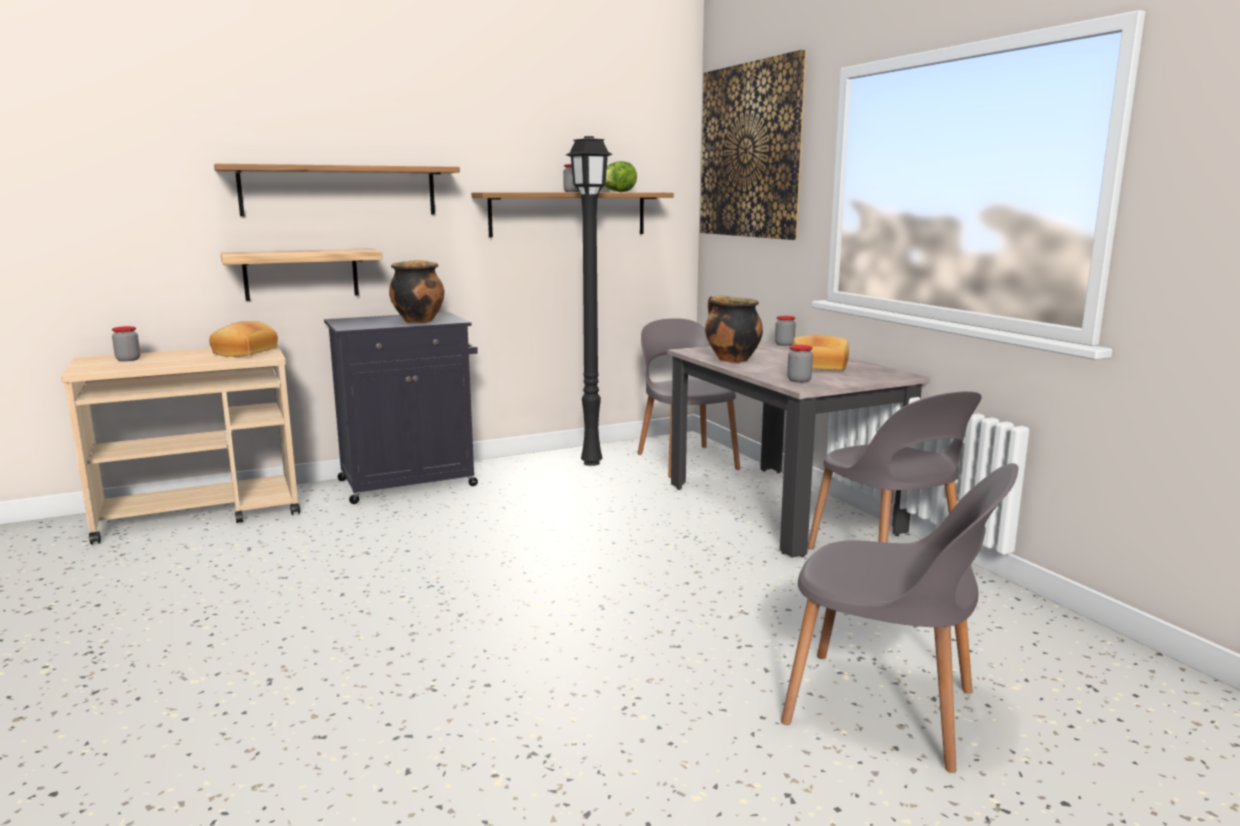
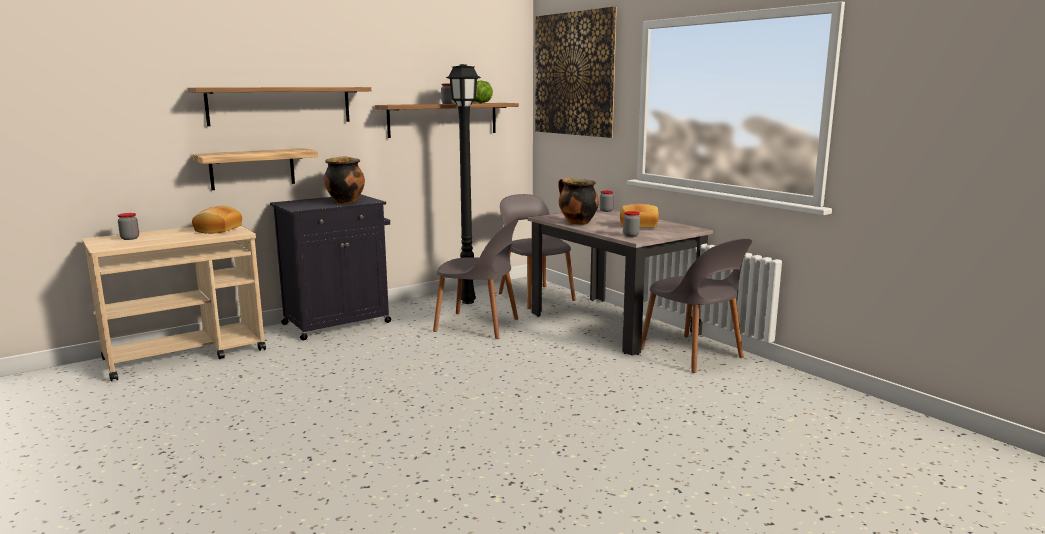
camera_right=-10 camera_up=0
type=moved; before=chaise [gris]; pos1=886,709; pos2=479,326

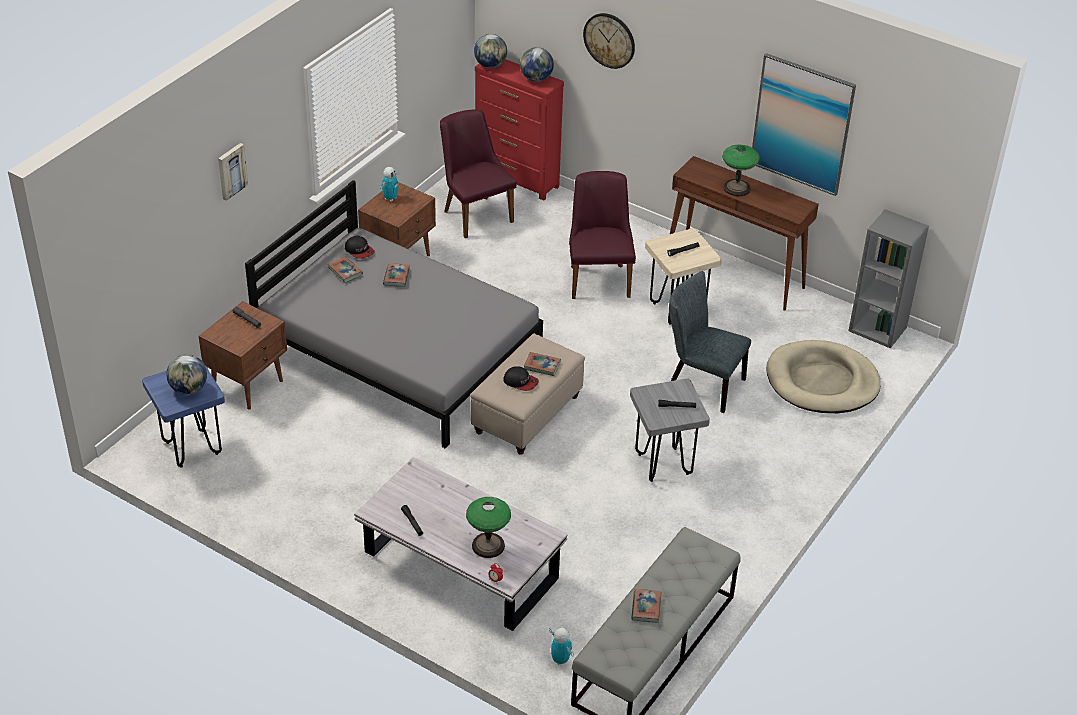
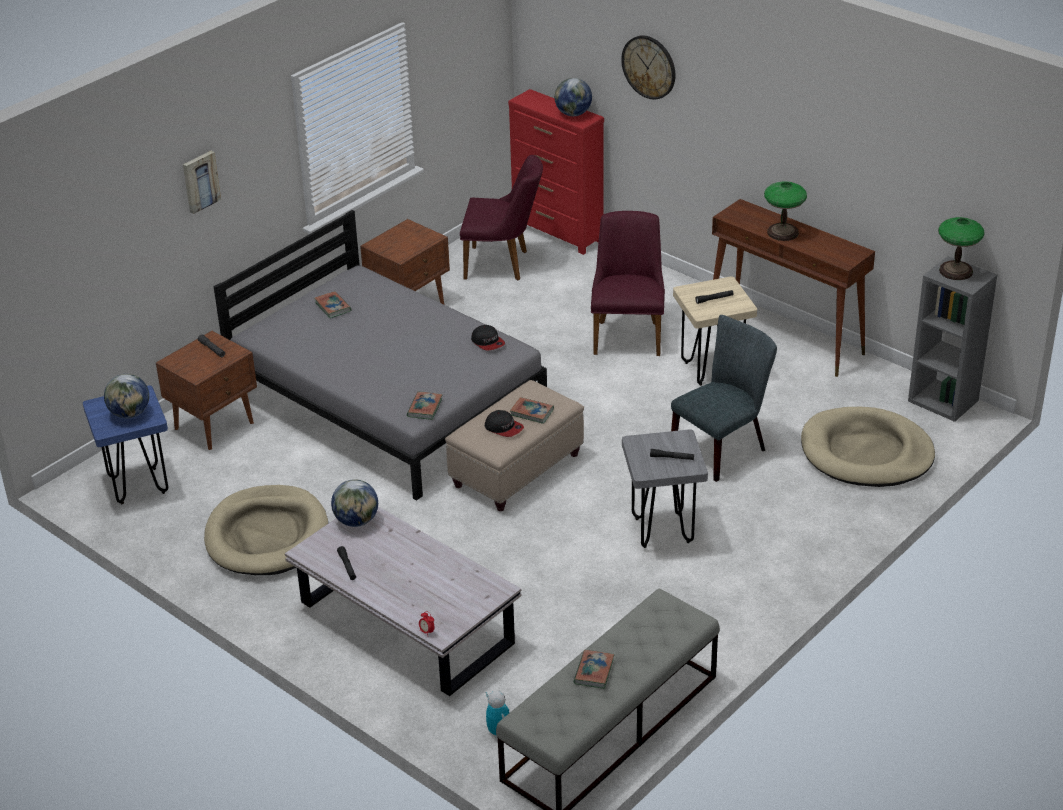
camera_right=10 camera_up=-5
type=moved; before=globe; pos1=490,65; pos2=356,521
type=removed; before=tableau; pos1=802,124
type=turned; before=chaise [violet]; pos1=474,213; pos2=503,264; turn=120
type=removed; before=robot jouet; pos1=390,198
type=moved; before=casquette; pos1=359,251; pos2=488,342
type=moved; before=livre; pos1=396,277; pos2=425,408
type=turned; before=chaise [gris]; pos1=700,384; pos2=723,448; turn=105
type=moved; before=lampe de table; pos1=488,546; pos2=955,271
type=added; after=panier pour chien [beige]; pos2=267,535

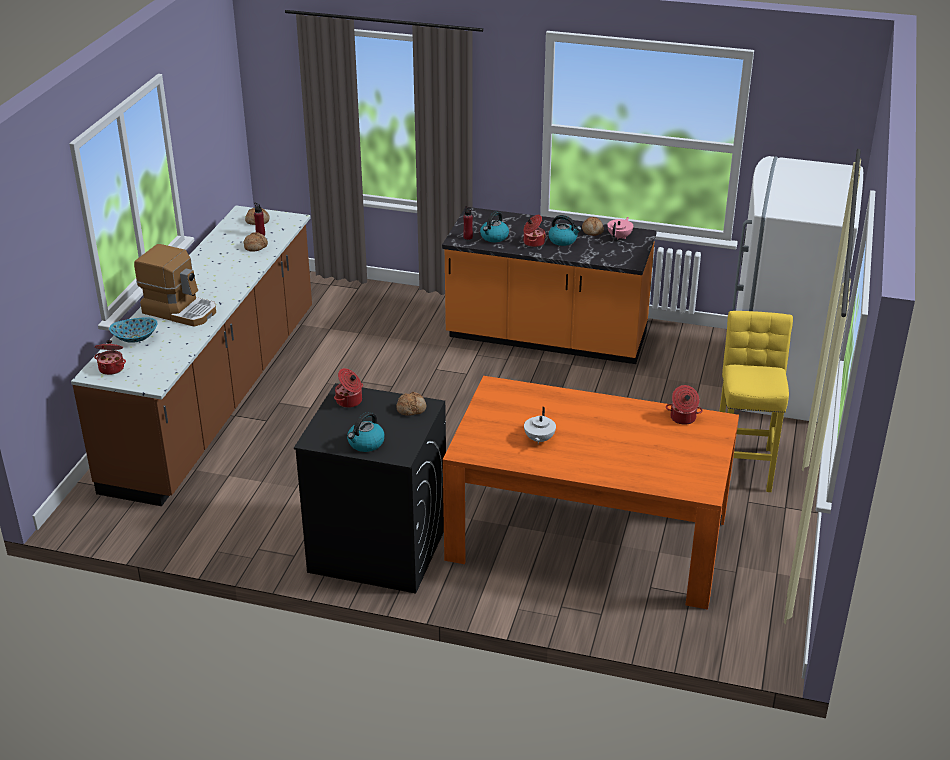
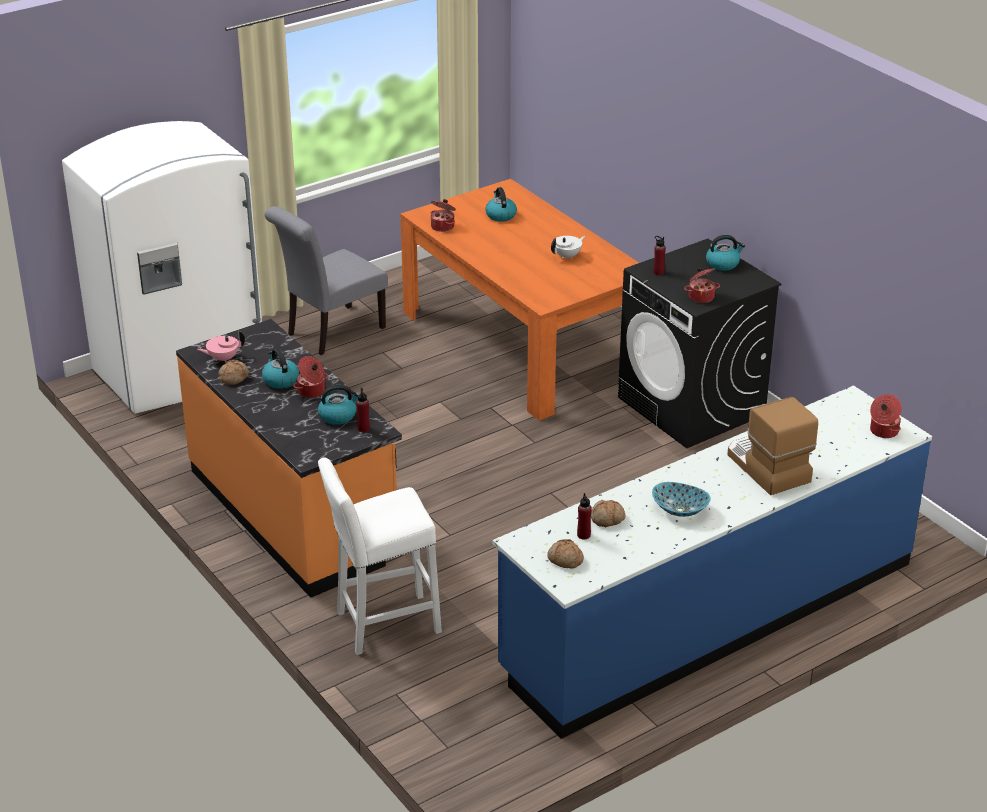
camera_right=-140 camera_up=0
type=recoloured; before=comptoir de cuisine [marron]; after=comptoir de cuisine [bleu]; pos1=216,397; pos2=709,617
type=replaced; before=tabouret [jaune]; after=chaise [gris]; pos1=744,464; pos2=330,332
type=moved; before=bol; pos1=135,338; pos2=680,510
type=replaced; before=pain; after=bouteille [rouge]; pos1=411,408; pos2=658,272
type=added; after=bouilloire; pos2=500,215
type=added; after=tabouret [blanc]; pos2=382,624

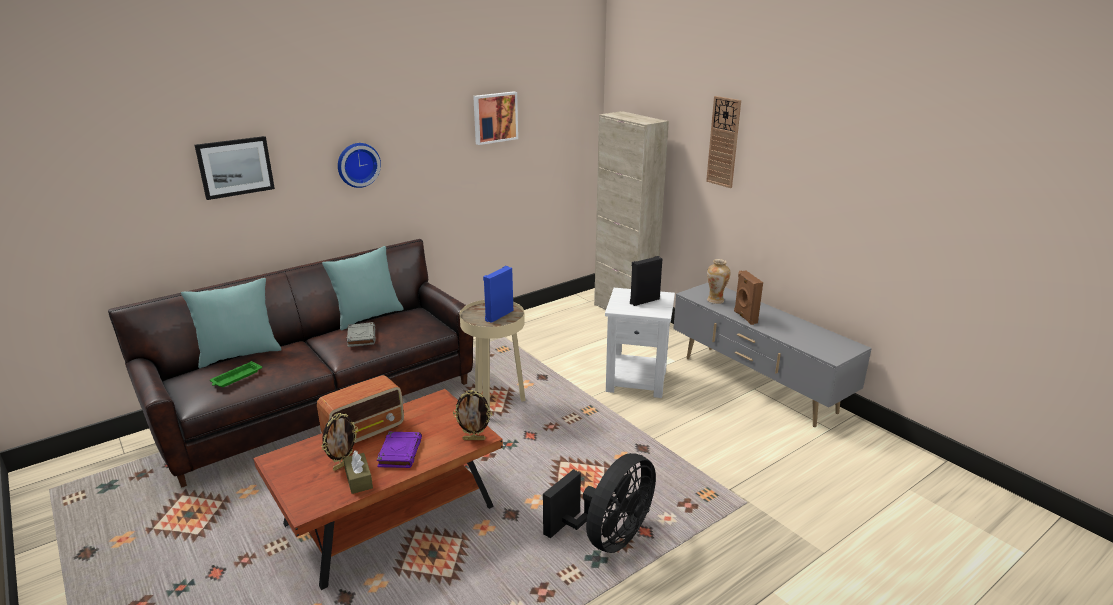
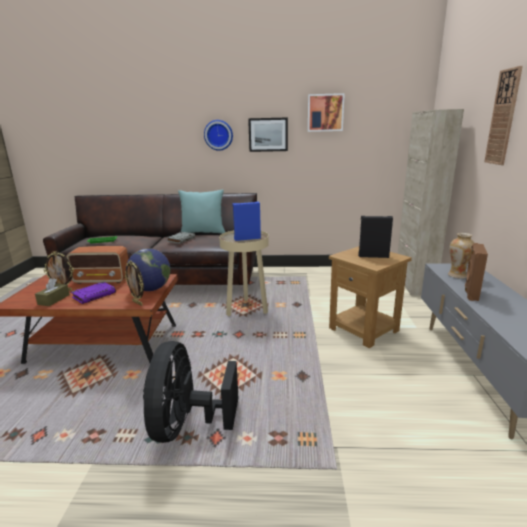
camera_right=40 camera_up=-5
type=moved; before=tableau; pos1=235,167; pos2=268,134
type=removed; before=coussin [turquoise]; pos1=239,354
type=recoloured; before=table d'appoint [blanc]; after=table d'appoint [marron]; pos1=637,380; pos2=364,329
type=turned; before=ventilateur [noir]; pos1=607,537; pos2=187,425; turn=105
type=added; after=globe; pos2=151,289

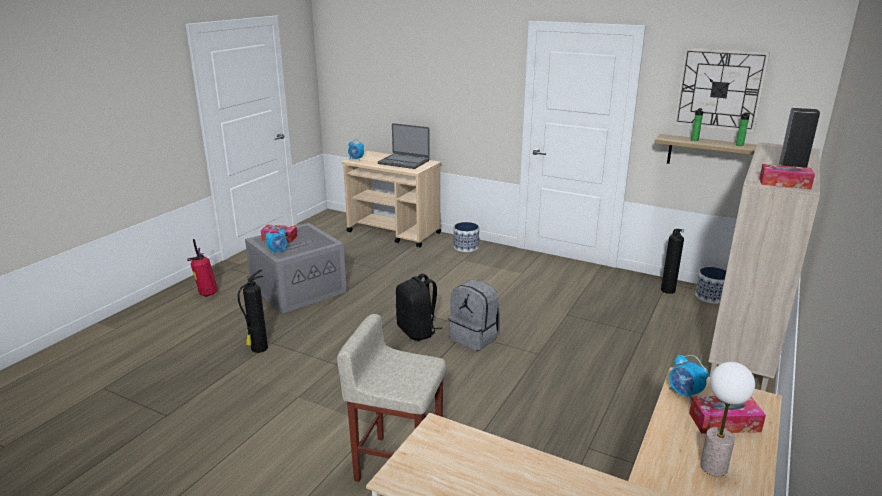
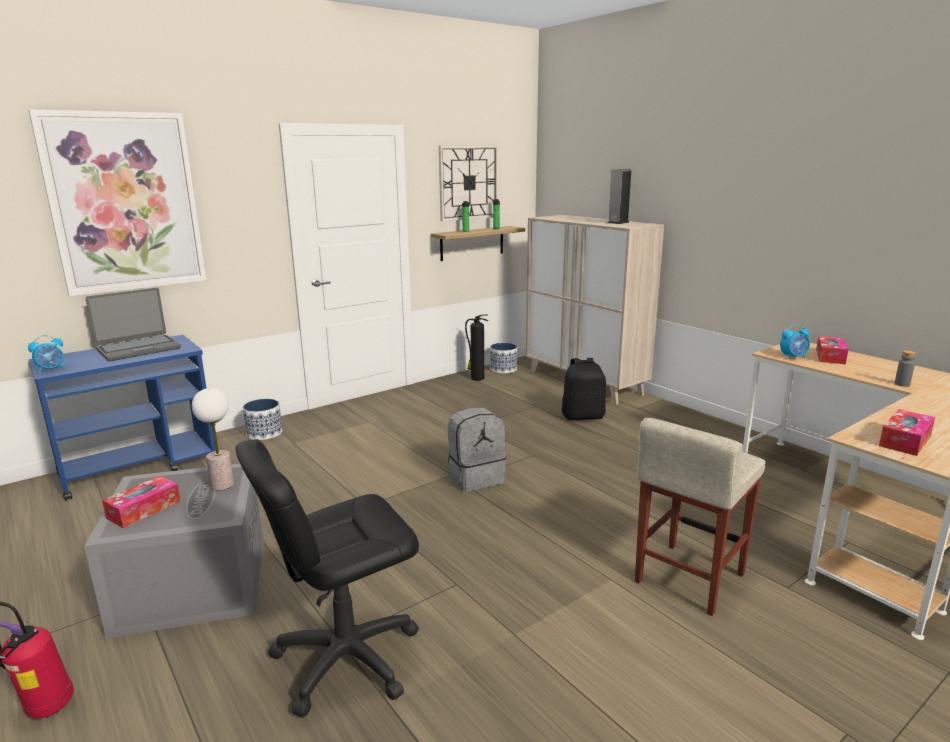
camera_right=-65 camera_up=-5
type=recoloured; before=chariot [beige]; after=chariot [bleu]; pos1=394,233; pos2=140,466
type=moved; before=boîte à mouchoirs; pos1=784,183; pos2=905,441
type=removed; before=réveil; pos1=278,251
type=replaced; before=extincteur; after=chaise de bureau [noir]; pos1=258,349; pos2=346,658
type=moved; before=sac à dos [noir]; pos1=417,331; pos2=583,416
type=moved; before=lampe de table; pos1=714,467; pos2=222,484
type=added; after=tableau; pos2=125,203
type=added; after=bouteille [gris]; pos2=902,384

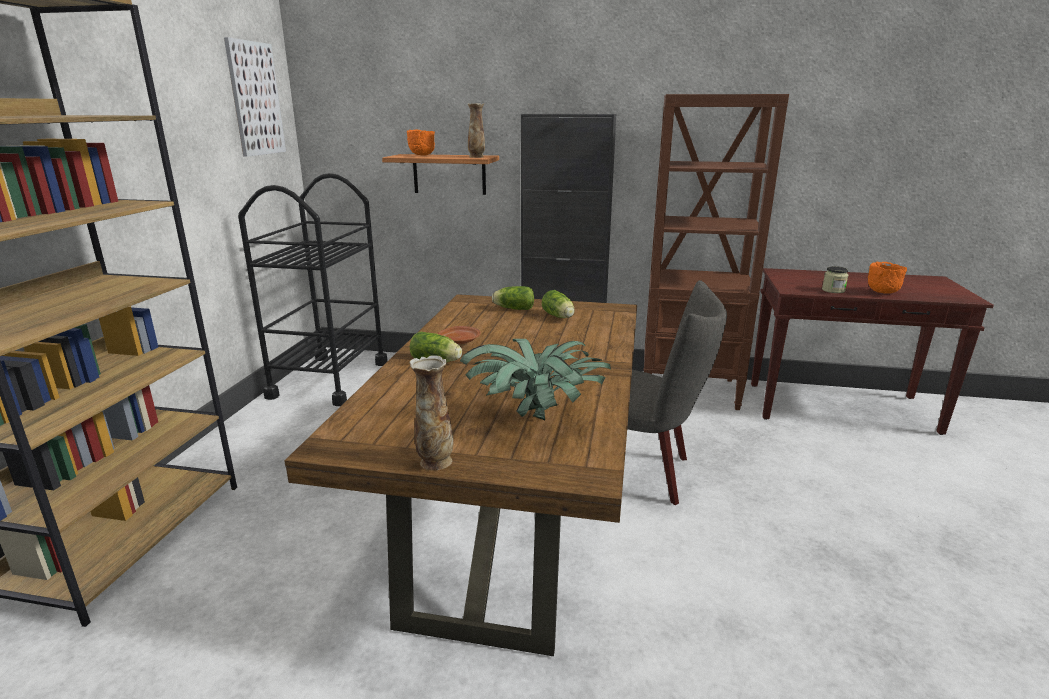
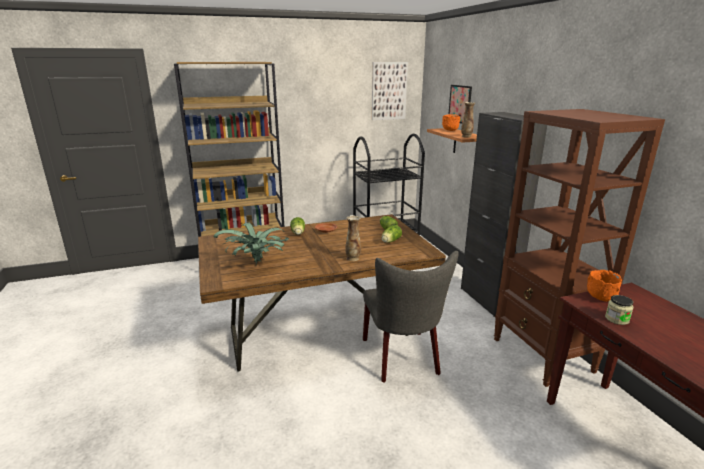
camera_right=60 camera_up=0
type=moved; before=bol [orange]; pos1=881,292; pos2=600,298
type=moved; before=vase; pos1=435,461; pos2=353,258
type=added; after=tableau; pos2=460,104

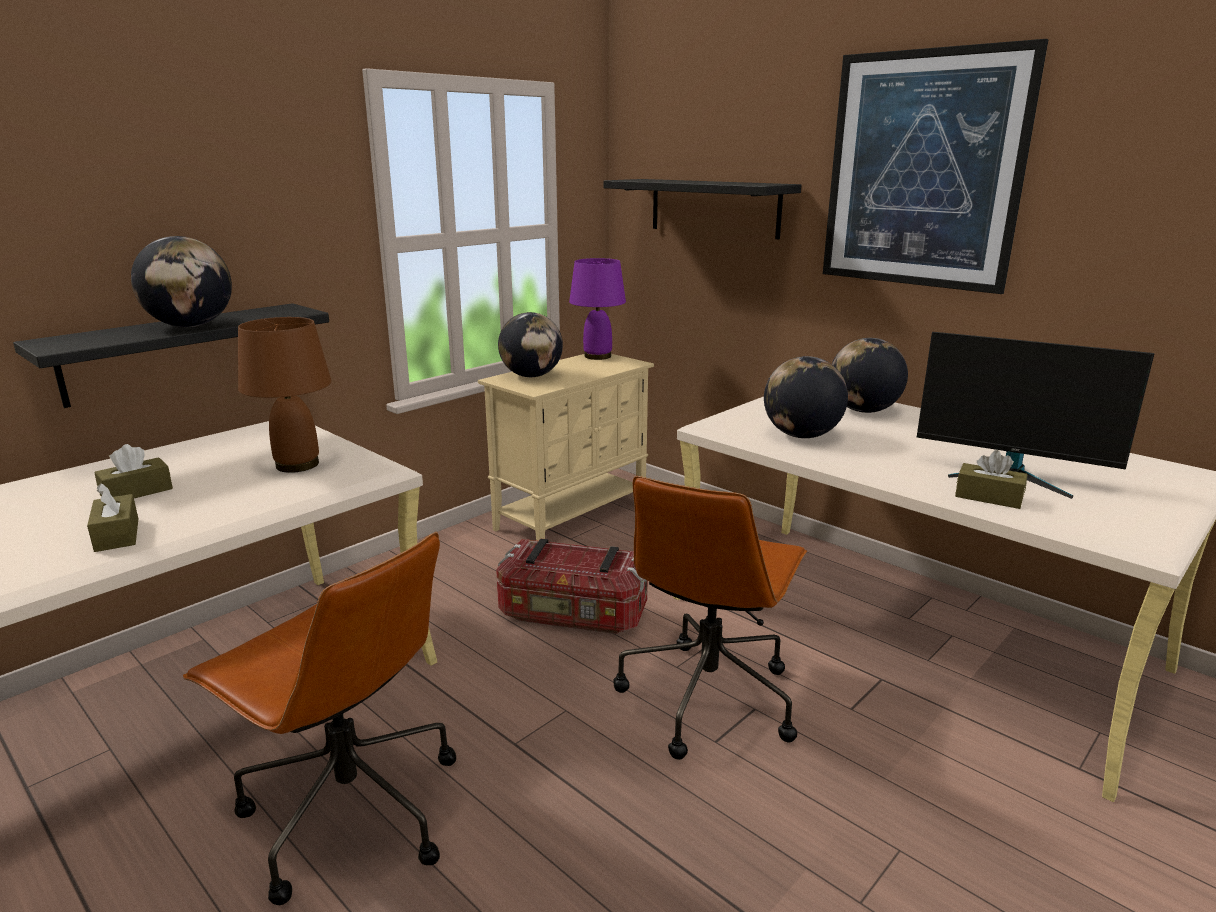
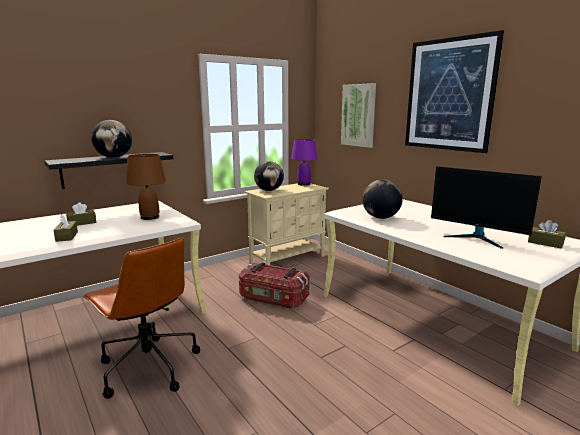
camera_right=10 camera_up=-5
type=replaced; before=étagère [noir]; after=tableau; pos1=714,207; pos2=358,115
type=removed; before=globe; pos1=863,410
type=moved; before=boîte à mouchoirs [marron]; pos1=988,497; pos2=545,243
type=removed; before=chaise de bureau [marron]; pos1=708,696

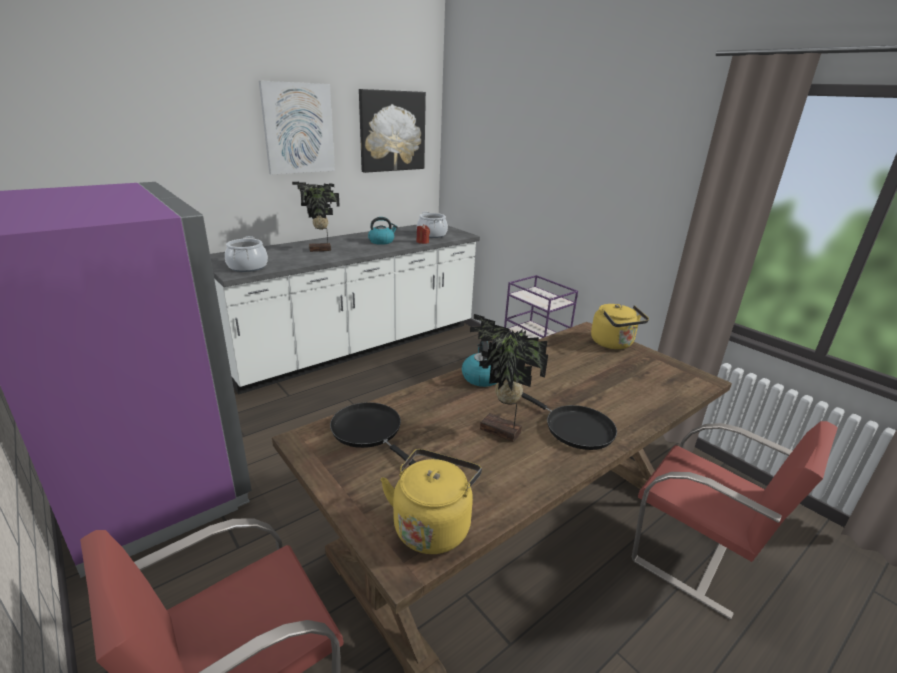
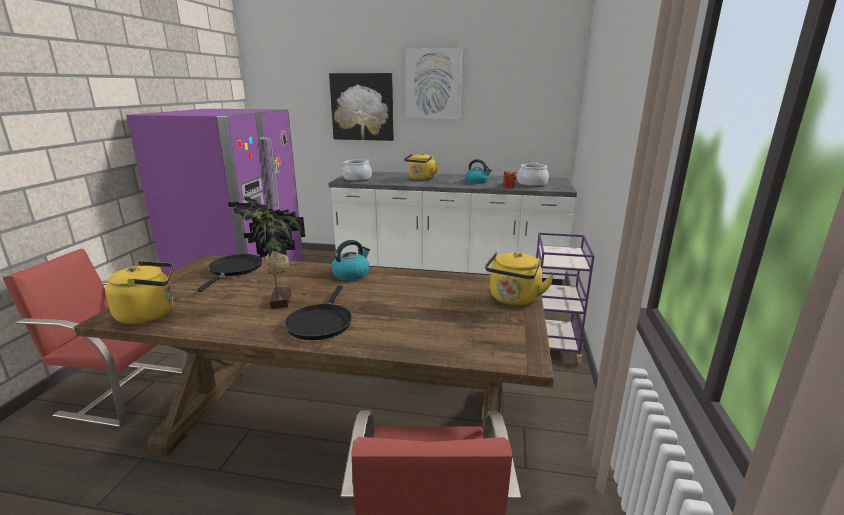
camera_right=50 camera_up=-5
type=moved; before=tableau; pos1=392,131; pos2=362,107
type=replaced; before=plante en pot; after=bouilloire [jaune]; pos1=320,250; pos2=421,179

